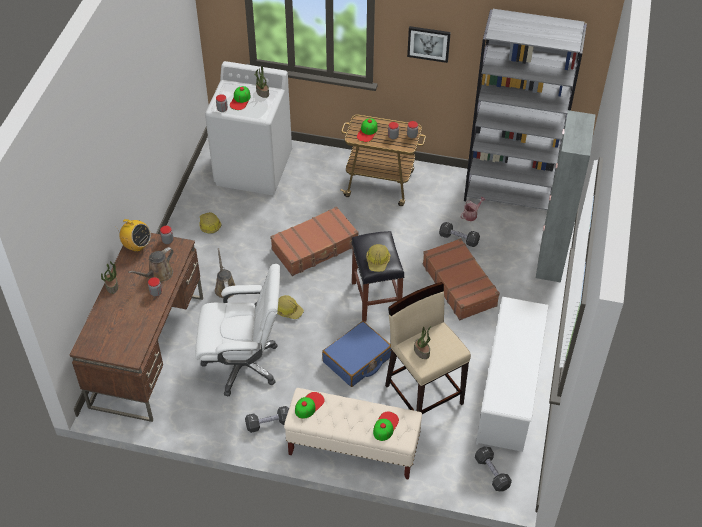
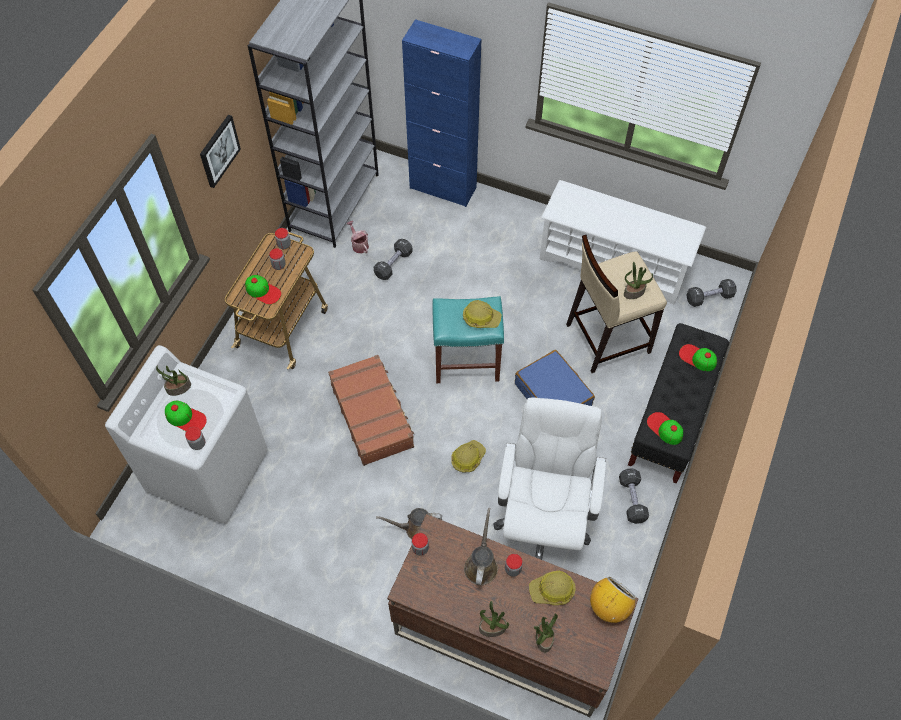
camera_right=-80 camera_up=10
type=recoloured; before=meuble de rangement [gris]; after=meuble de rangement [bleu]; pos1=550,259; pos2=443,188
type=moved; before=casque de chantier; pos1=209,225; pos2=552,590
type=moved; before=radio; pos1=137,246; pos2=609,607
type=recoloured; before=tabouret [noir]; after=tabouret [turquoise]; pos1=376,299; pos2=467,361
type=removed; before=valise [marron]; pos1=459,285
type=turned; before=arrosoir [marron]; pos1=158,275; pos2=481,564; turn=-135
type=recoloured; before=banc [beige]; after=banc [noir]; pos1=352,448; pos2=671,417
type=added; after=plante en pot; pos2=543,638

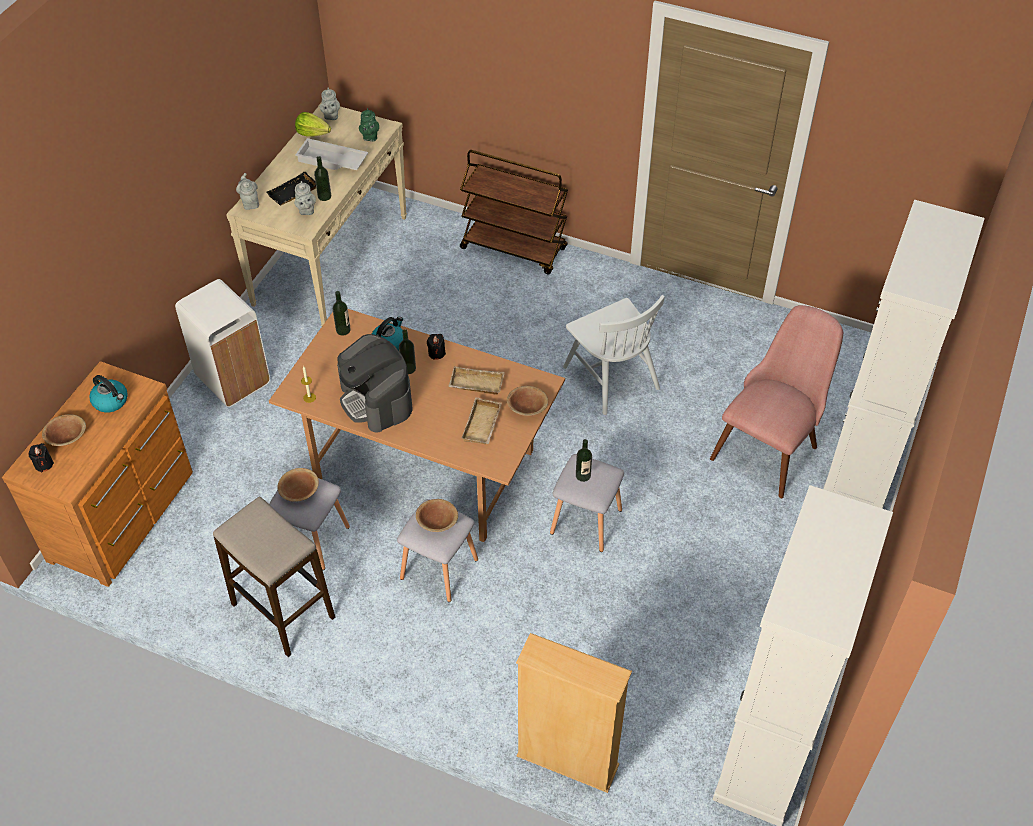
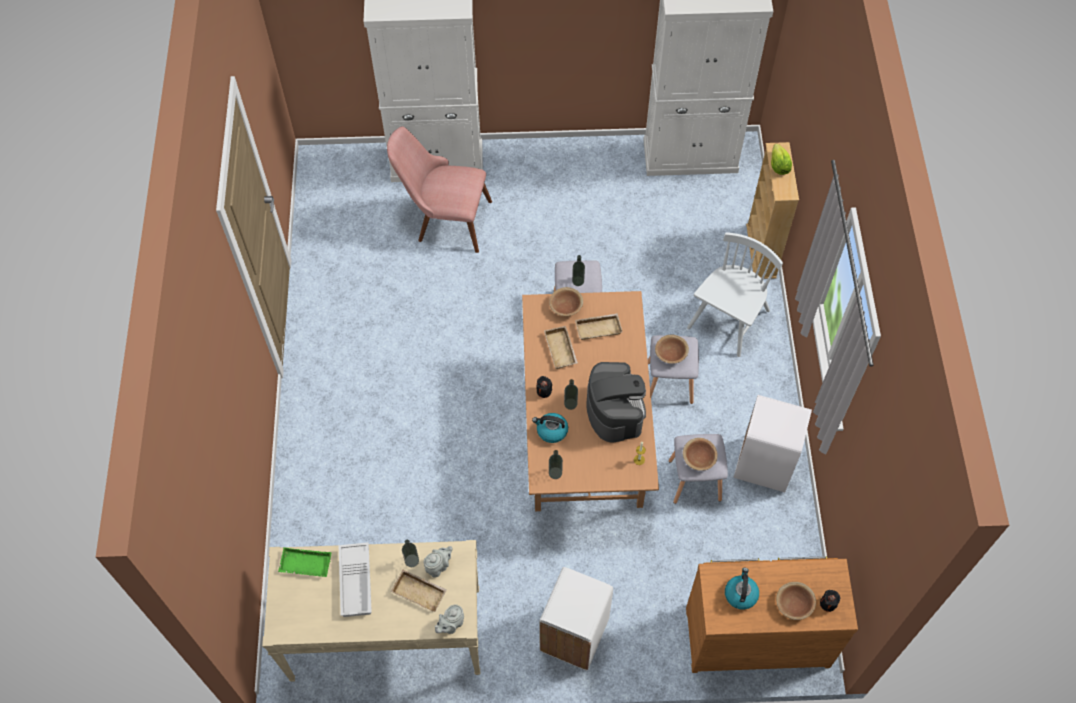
camera_right=-115 camera_up=10
type=removed; before=théière [gris]; pos1=331,116
type=replaced; before=théière [vert]; after=plateau [vert]; pos1=370,137; pos2=305,565
type=moved; before=laitue; pos1=312,133; pos2=778,166
type=removed; before=chariot [marron]; pos1=514,248
type=recoloured; before=plateau [noir]; after=plateau [beige]; pos1=293,193; pos2=420,591
type=moved; before=chaise [blanc]; pos1=611,377; pos2=728,320
type=turned; before=machine à café; pos1=376,400; pos2=614,410; turn=-45
type=replaced; before=tabouret; after=poubelle [blanc]; pos1=283,611; pos2=764,466

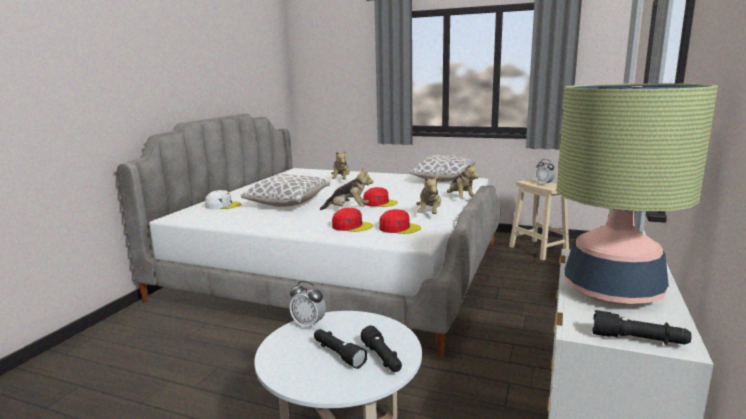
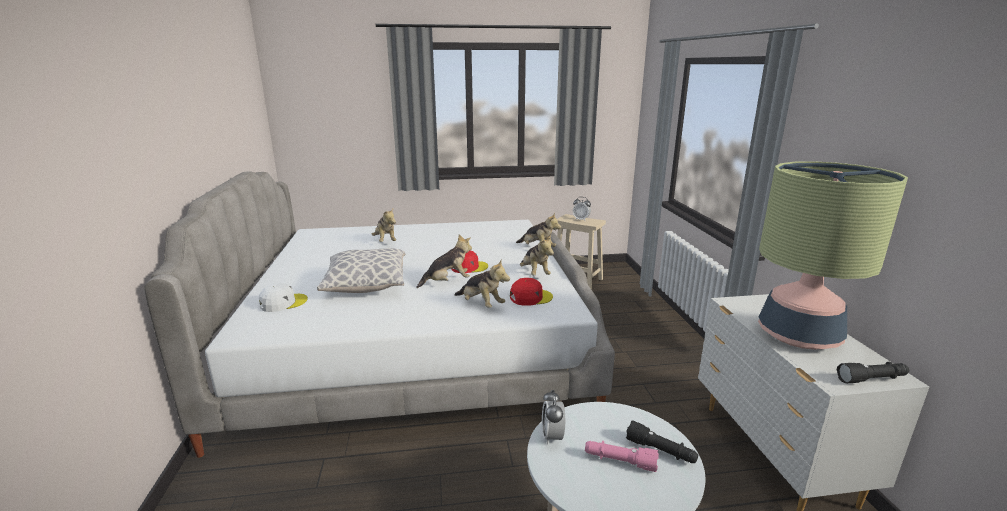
camera_right=-30 camera_up=5
type=removed; before=coussin; pos1=443,180
type=replaced; before=casquette [rouge]; after=peluche; pos1=351,226; pos2=481,304
type=turned; before=réveil; pos1=308,325; pos2=552,436; turn=90
type=recoloured; before=lampe de poche [noir]; after=lampe de poche [rose]; pos1=338,354; pos2=620,461

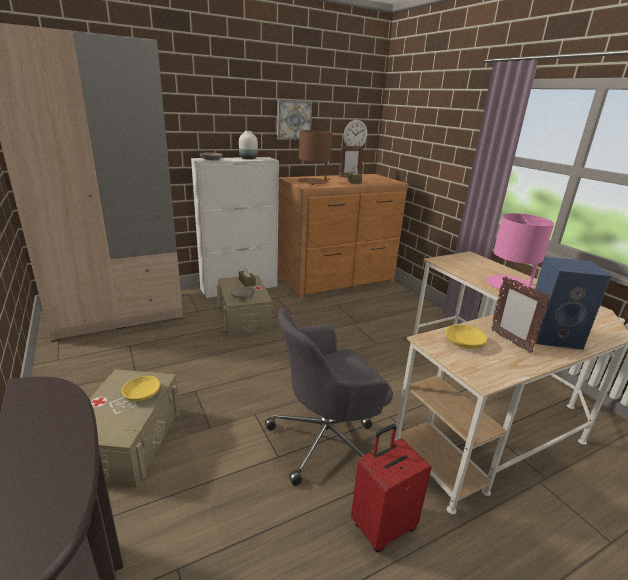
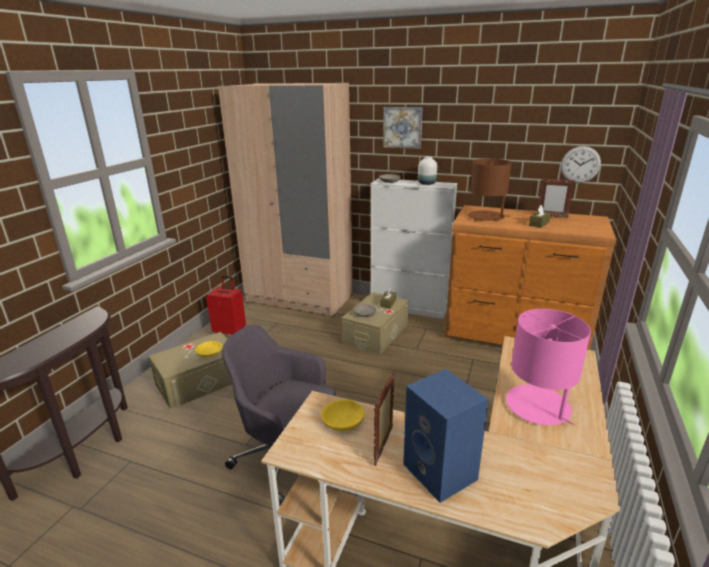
camera_right=50 camera_up=0
type=moved; before=tableau; pos1=293,120; pos2=402,127
type=moved; before=valise [rouge]; pos1=382,526; pos2=230,332

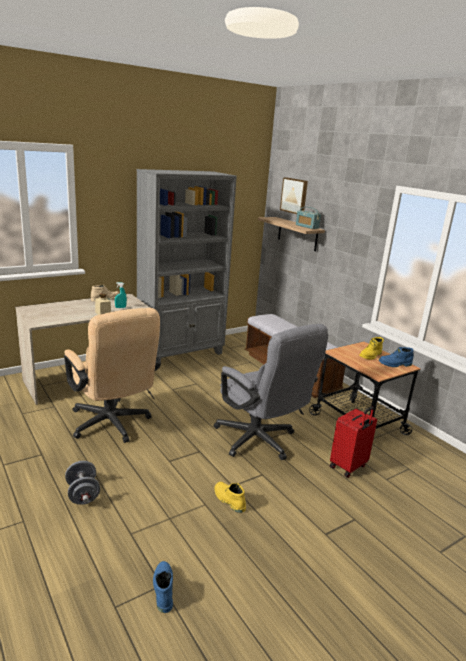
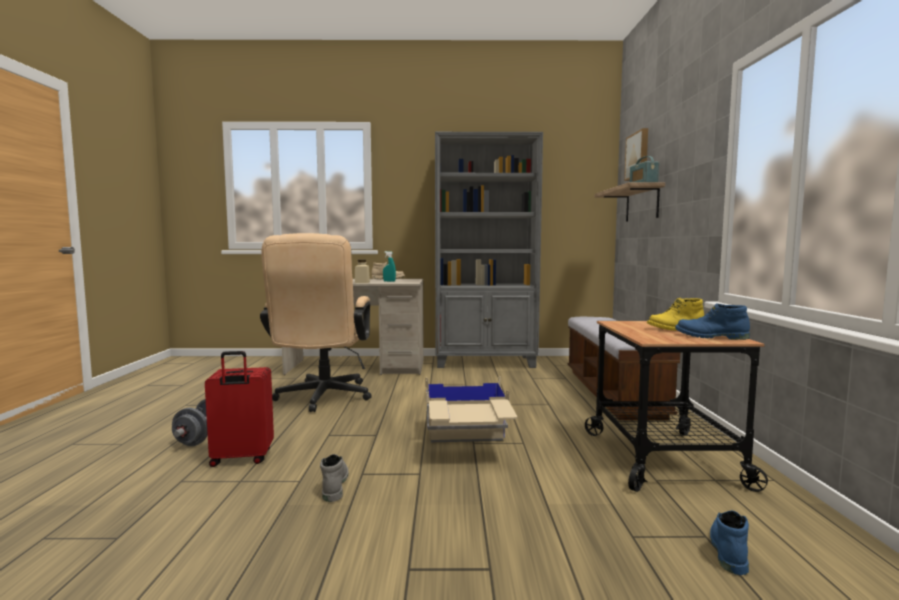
camera_right=35 camera_up=-15
type=replaced; before=chaise de bureau [gris]; after=boîte de rangement [beige]; pos1=260,442; pos2=467,444
type=moved; before=valise [rouge]; pos1=348,467; pos2=241,459
type=recoloured; before=botte [jaune]; after=botte [gris]; pos1=228,500; pos2=333,485
type=moved; before=botte [bleu]; pos1=162,589; pos2=727,549

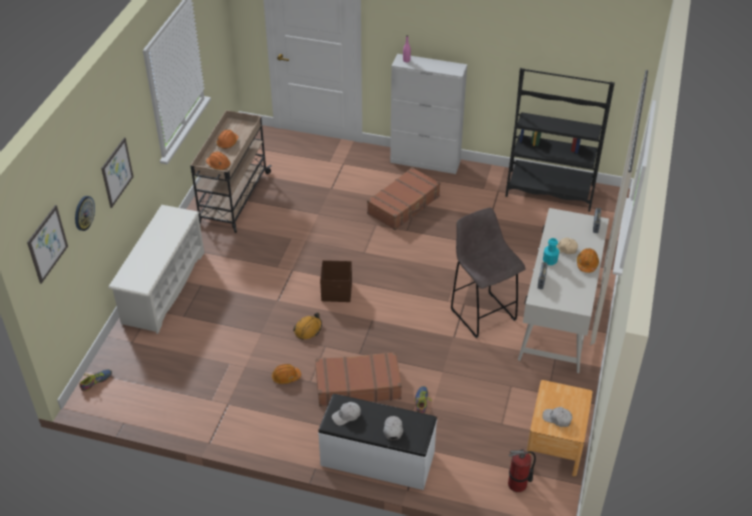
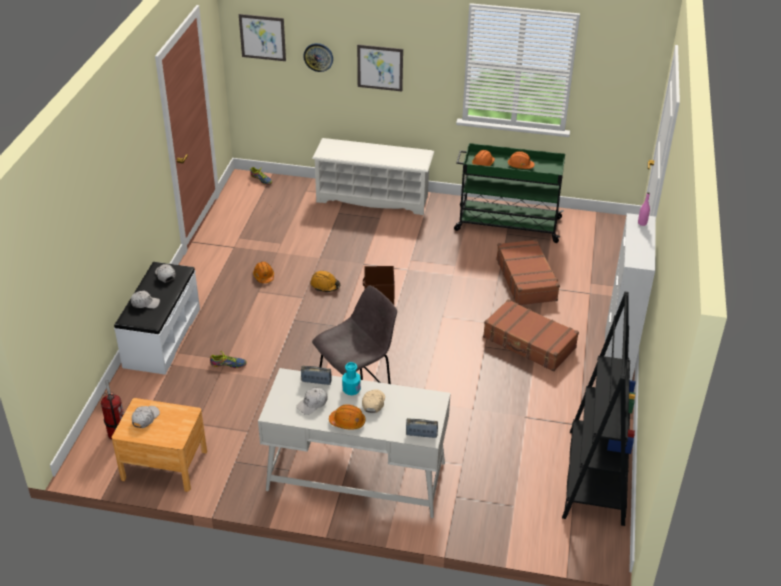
camera_right=85 camera_up=-5
type=recoloured; before=chariot [beige]; after=chariot [vert]; pos1=233,199; pos2=506,224
type=moved; before=valise [marron]; pos1=357,385; pos2=526,279
type=added; after=casquette [blanc]; pos2=312,404

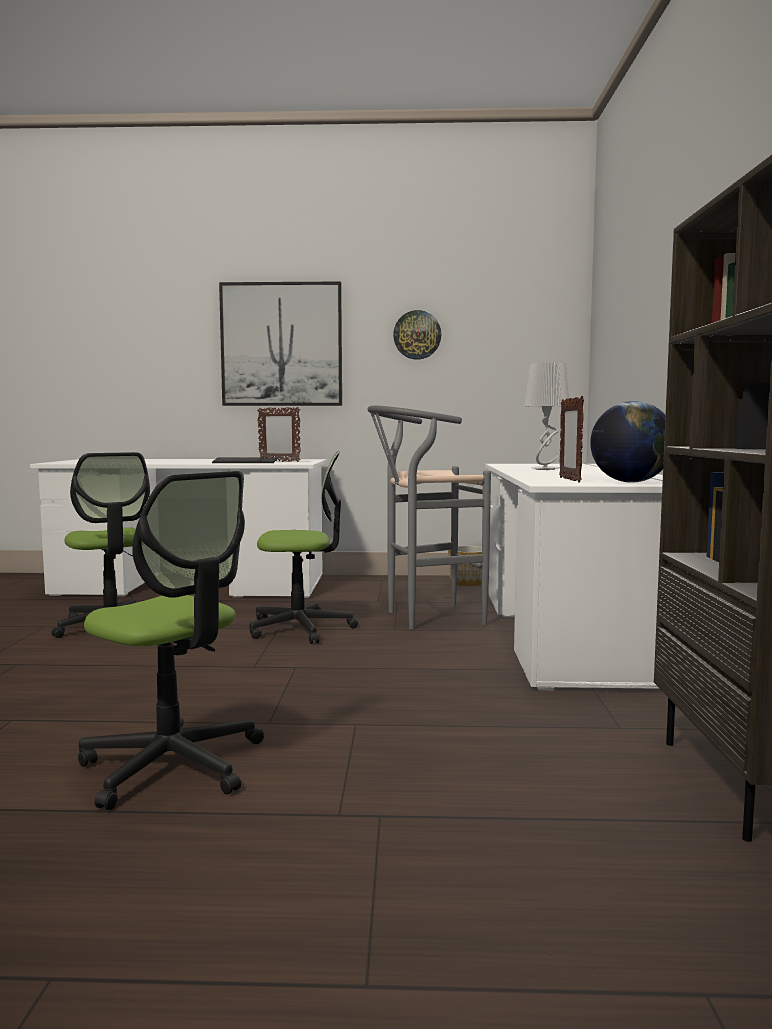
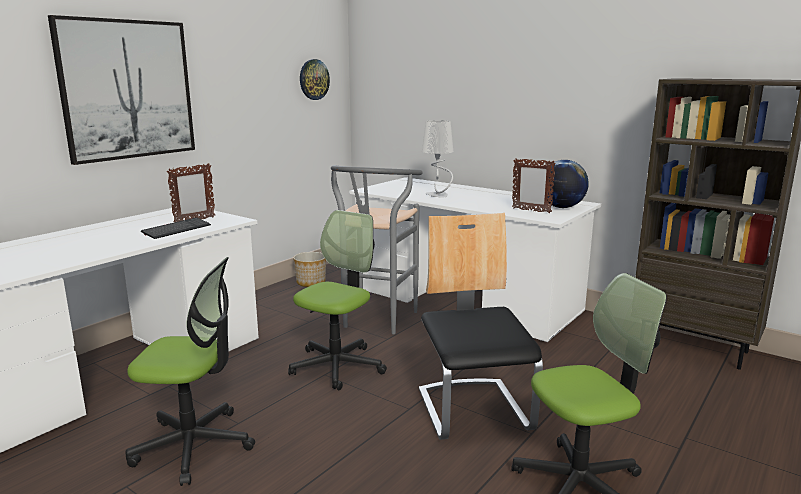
camera_right=-55 camera_up=10
type=moved; before=horloge murale; pos1=417,335; pos2=314,79
type=added; after=chaise; pos2=474,410

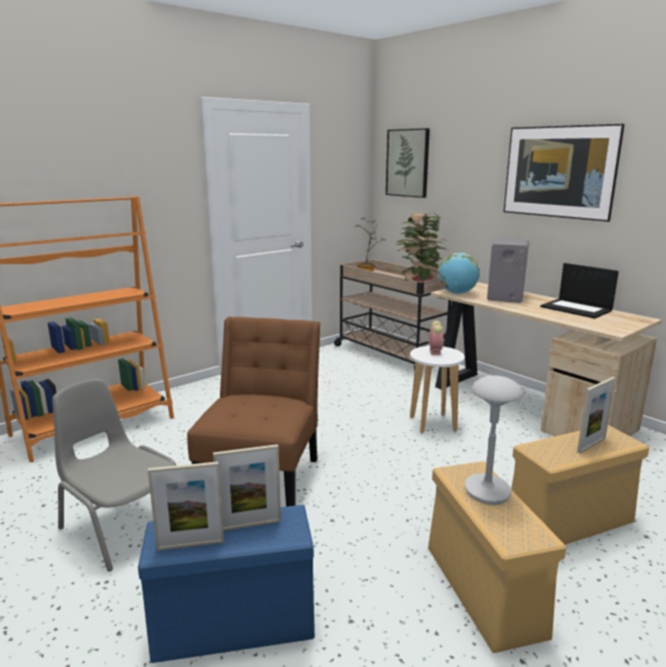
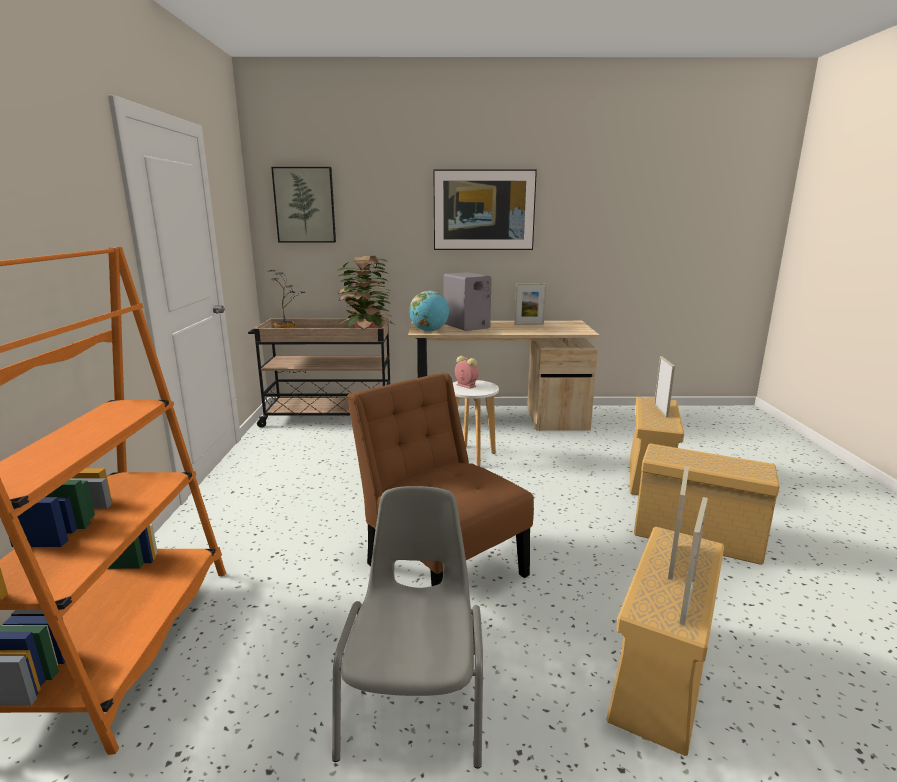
camera_right=-50 camera_up=0
type=replaced; before=ordinateur portable; after=cadre photo; pos1=577,309; pos2=529,324
type=removed; before=lampe de table [gris]; pos1=486,491
type=turned; before=chaise [gris]; pos1=124,524; pos2=415,698; turn=105
type=recoloured; before=boîte de rangement [bleu]; after=boîte de rangement [beige]; pos1=236,624; pos2=661,673

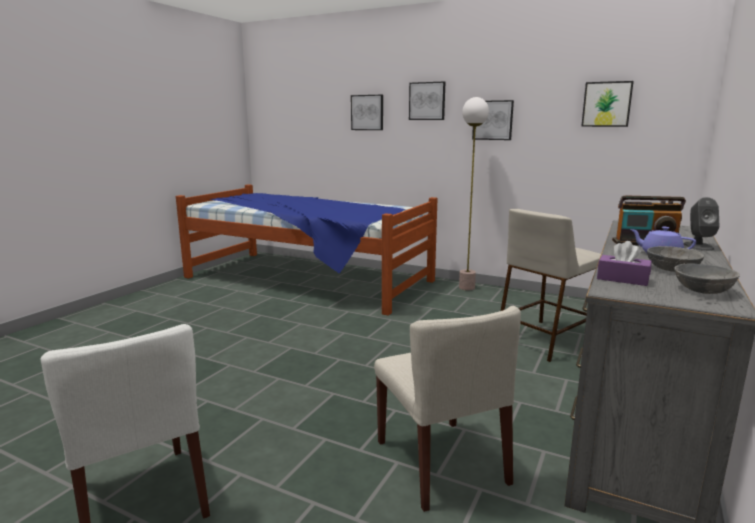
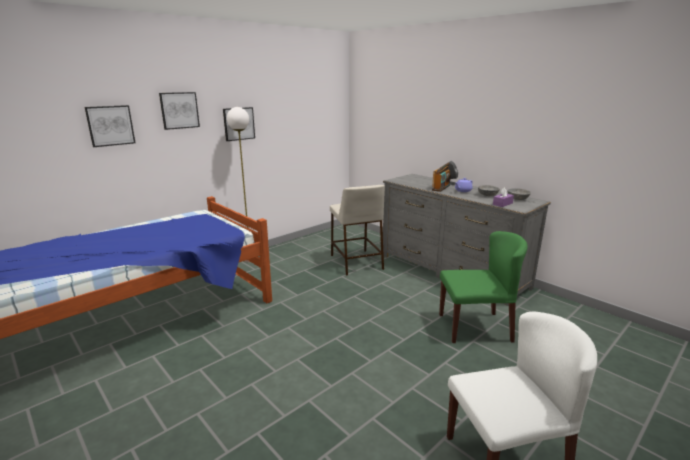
camera_right=-70 camera_up=5
type=removed; before=tableau; pos1=606,104
type=recoloured; before=chaise [beige]; after=chaise [vert]; pos1=442,462; pos2=475,327

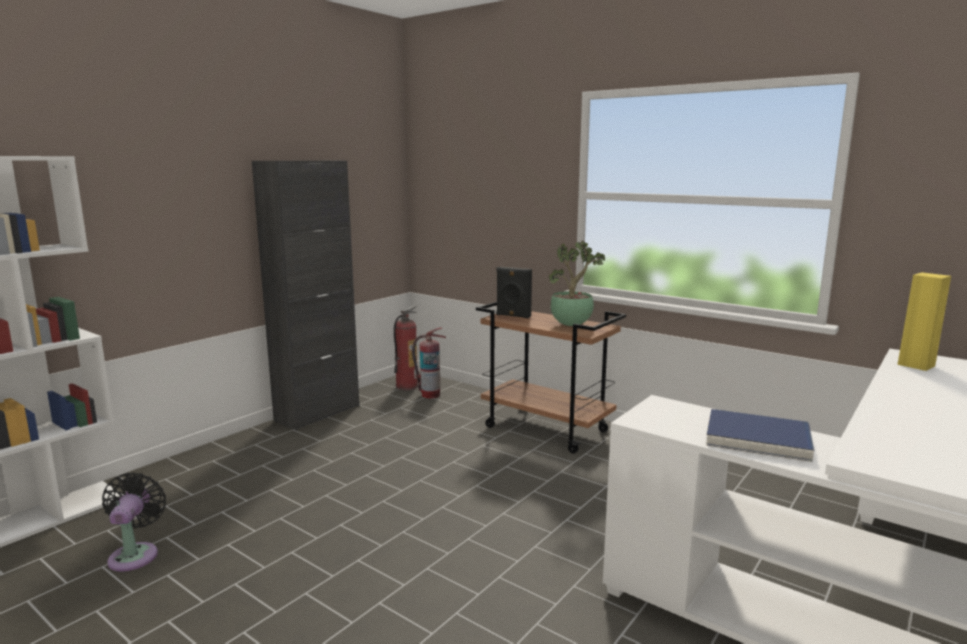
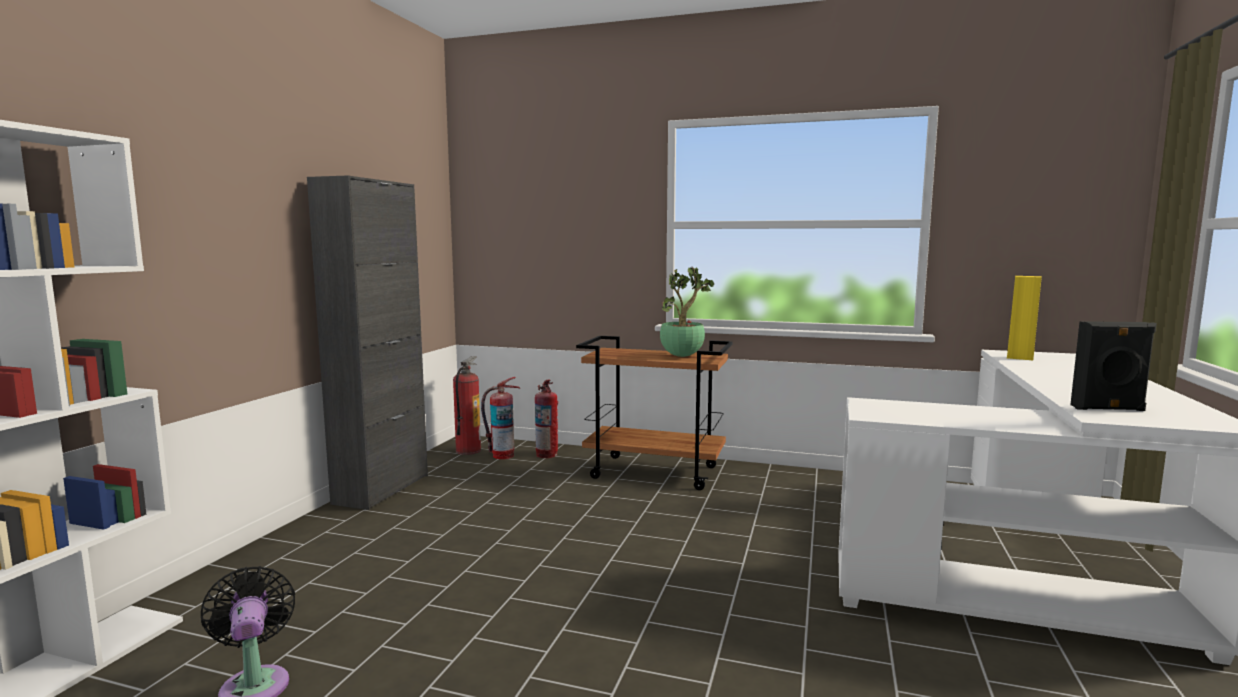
camera_right=-20 camera_up=-5
type=moved; before=enceinte [noir]; pos1=513,316; pos2=1108,409
type=removed; before=livre [bleu]; pos1=757,439
type=added; after=extincteur; pos2=547,454

